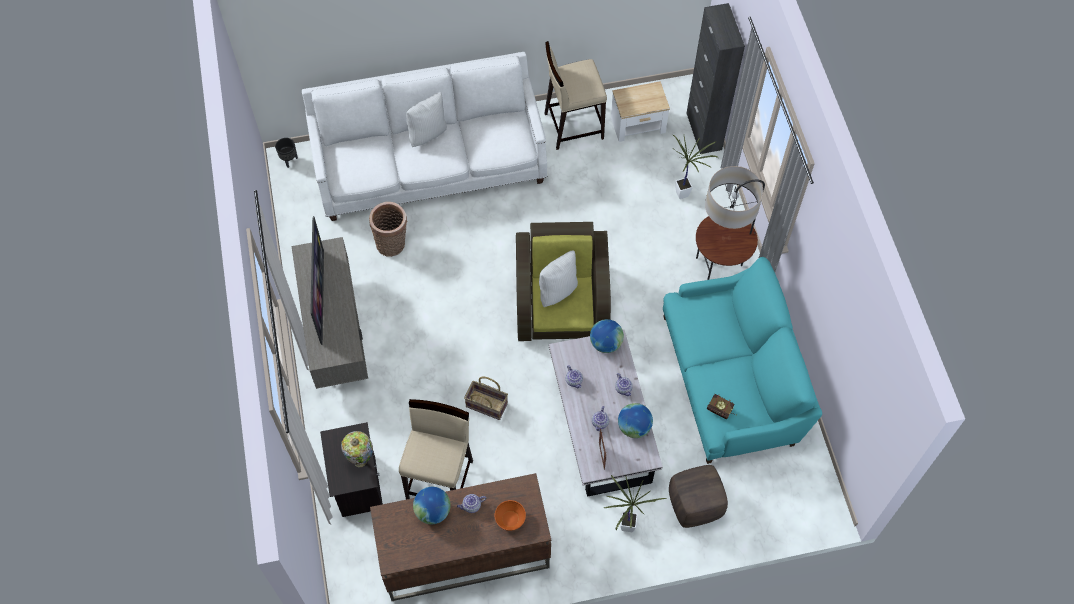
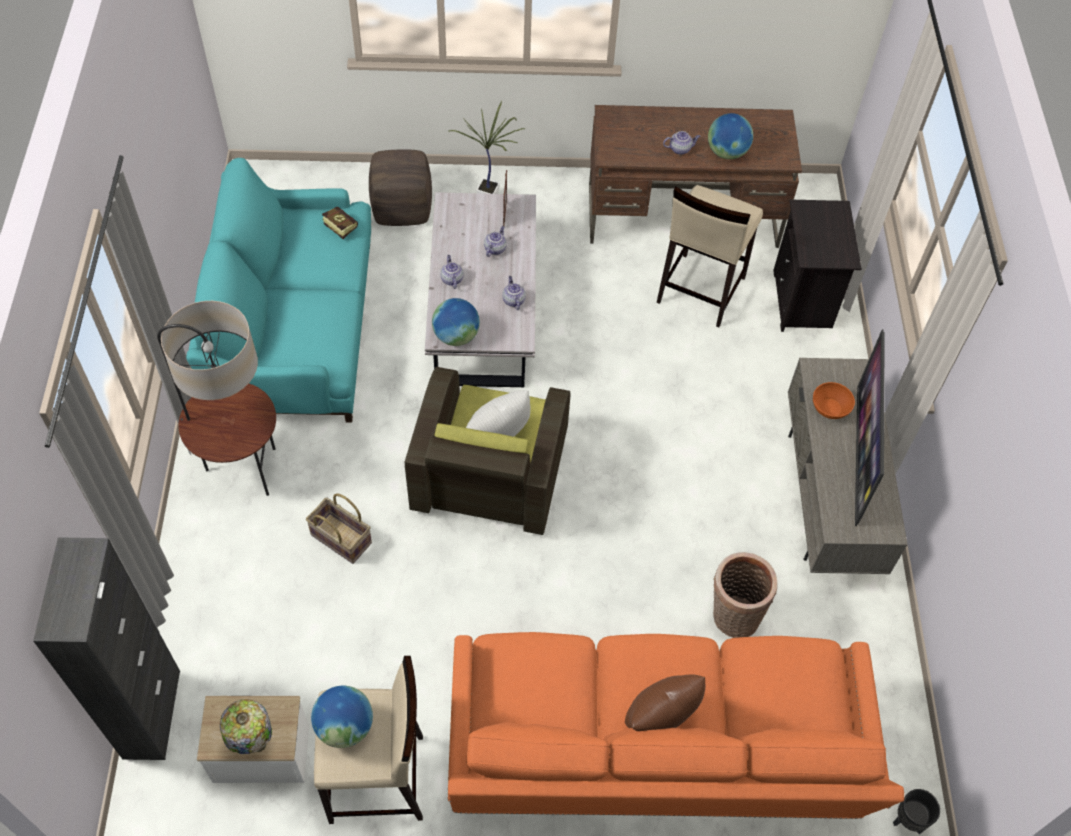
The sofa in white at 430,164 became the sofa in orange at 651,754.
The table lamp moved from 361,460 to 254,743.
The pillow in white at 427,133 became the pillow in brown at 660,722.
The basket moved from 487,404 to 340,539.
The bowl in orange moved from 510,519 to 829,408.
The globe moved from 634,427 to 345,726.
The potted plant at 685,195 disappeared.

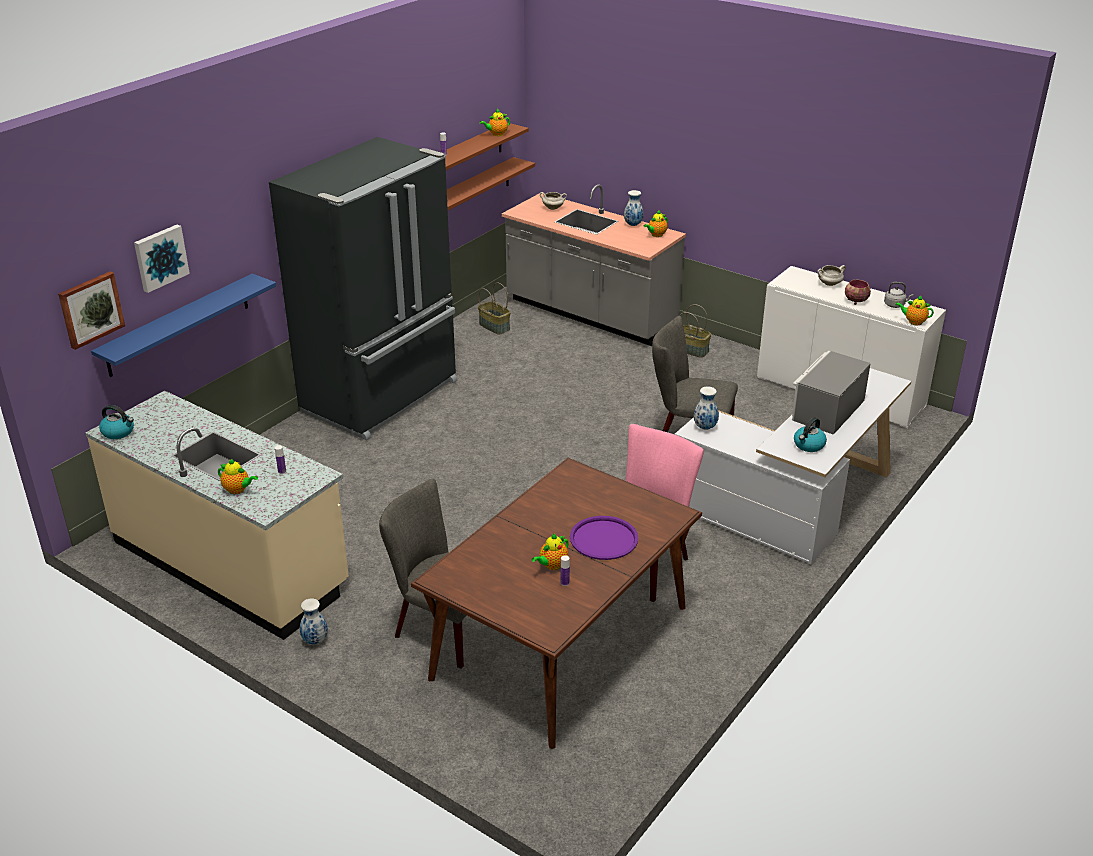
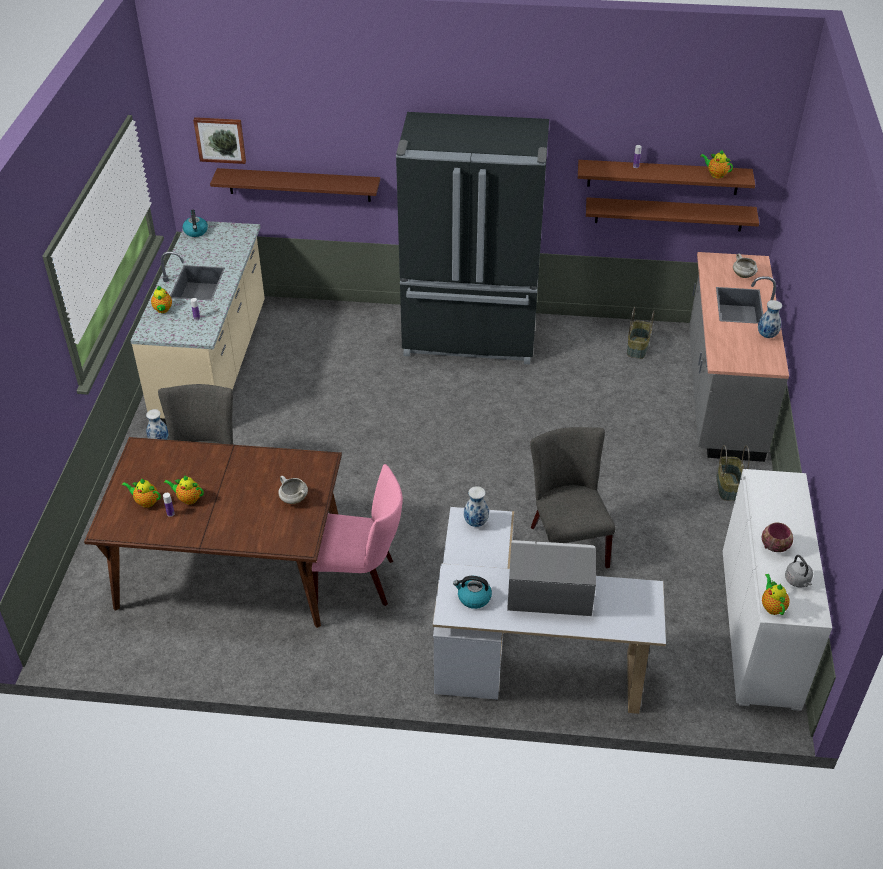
The shelf in blue at 178,325 became the shelf in brown at 299,185.
The picture at 160,257 disappeared.
The tray in purple at 604,539 disappeared.
The teapot moved from 656,235 to 145,502.
The cooking pot in white moved from 829,284 to 293,499.

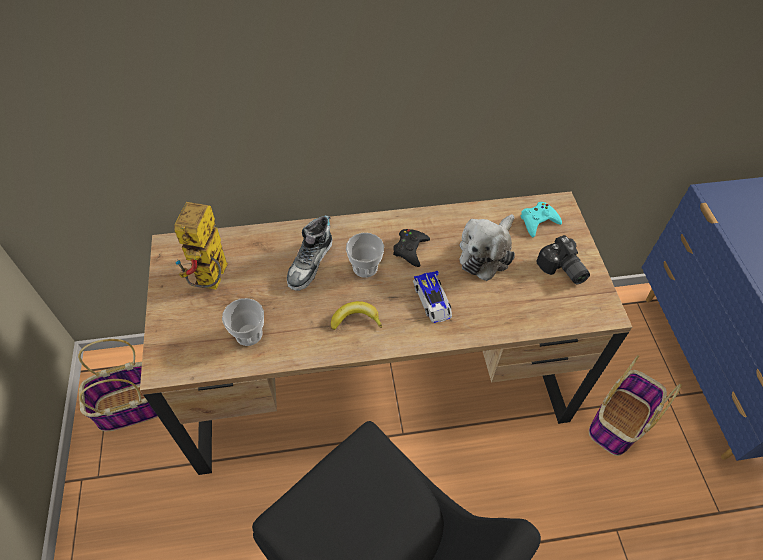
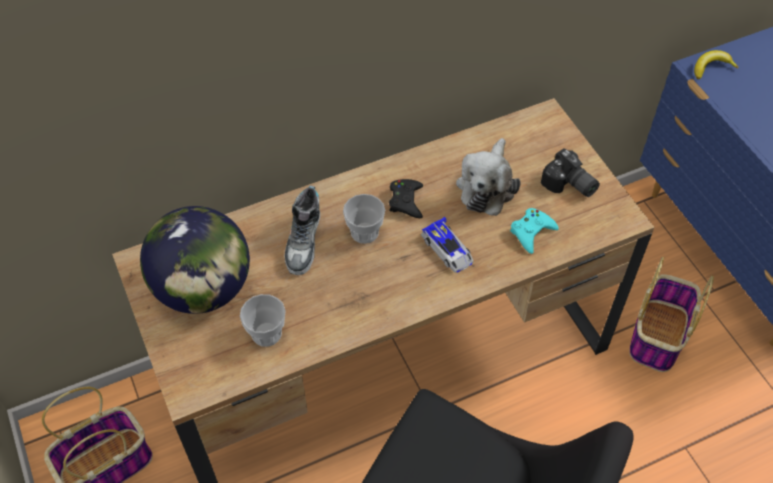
The toy robot at 212,282 was replaced by the globe at 204,289.
The banana moved from 355,319 to 711,67.
The game controller in turquoise moved from 538,221 to 531,232.

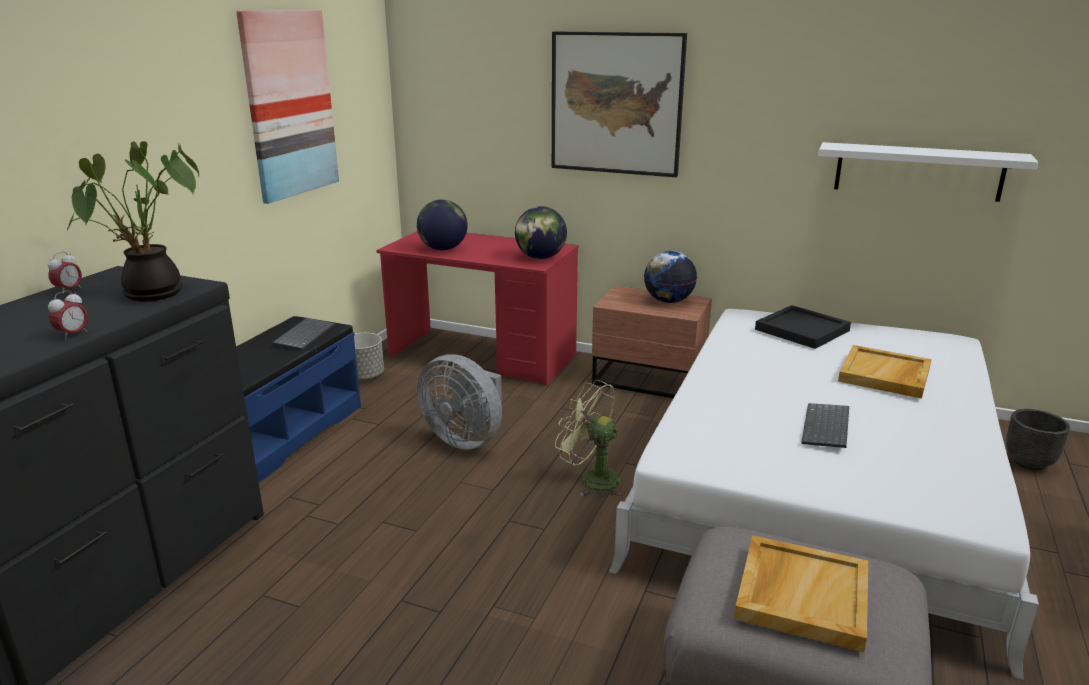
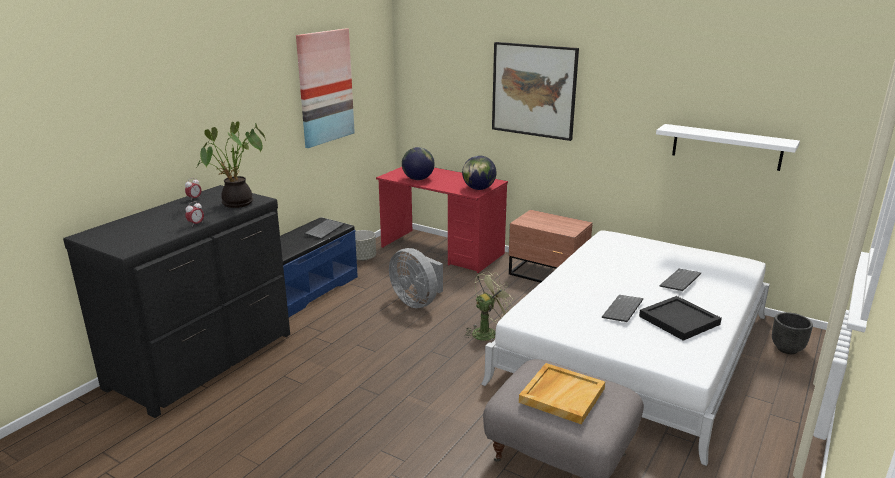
The fan in green at 591,479 turned 105 degrees clockwise.
The globe at 668,301 disappeared.
The tray in black moved from 802,329 to 679,320.
The tray in beige at 885,375 was replaced by the keyboard at 681,281.

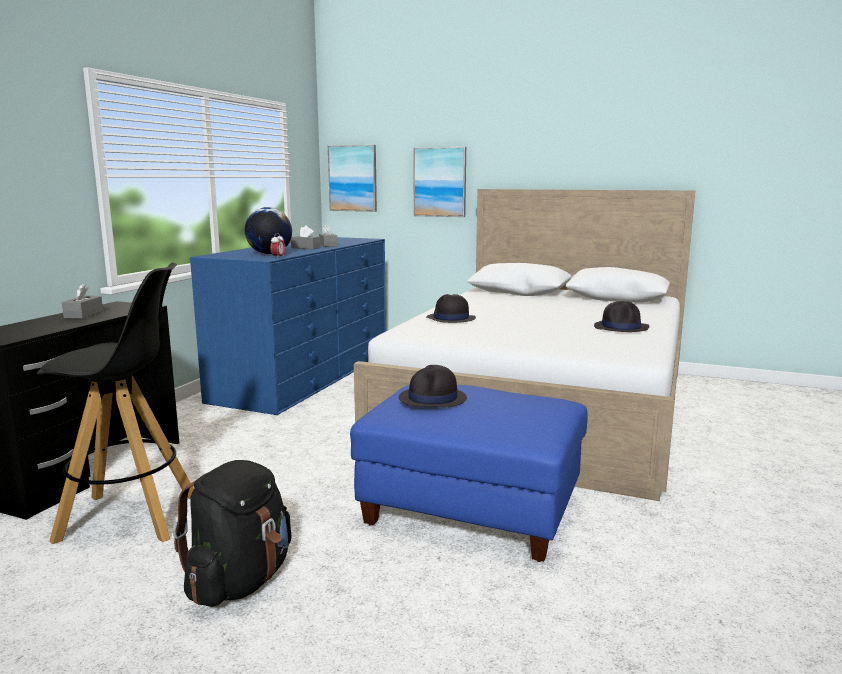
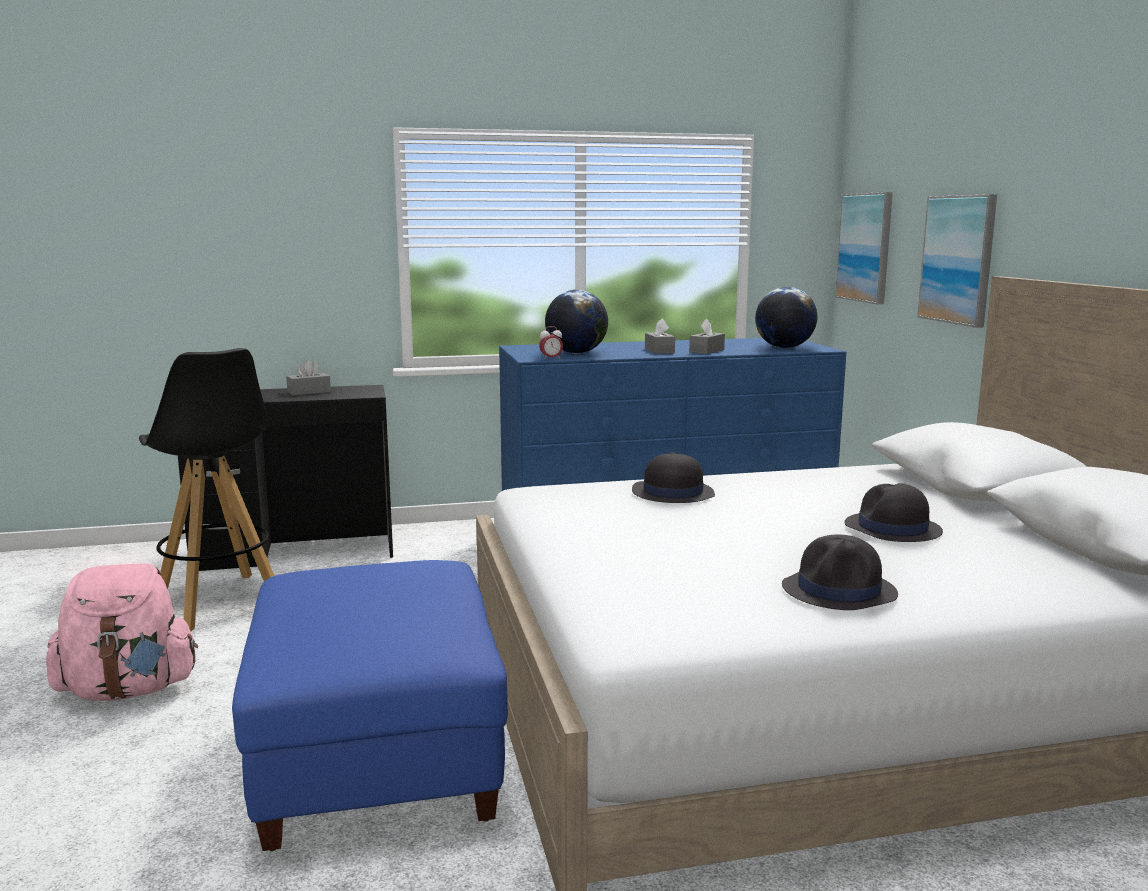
The backpack in black at 240,581 became the backpack in pink at 128,690.
The hat in black moved from 433,399 to 892,529.
The globe at 784,347 appeared.

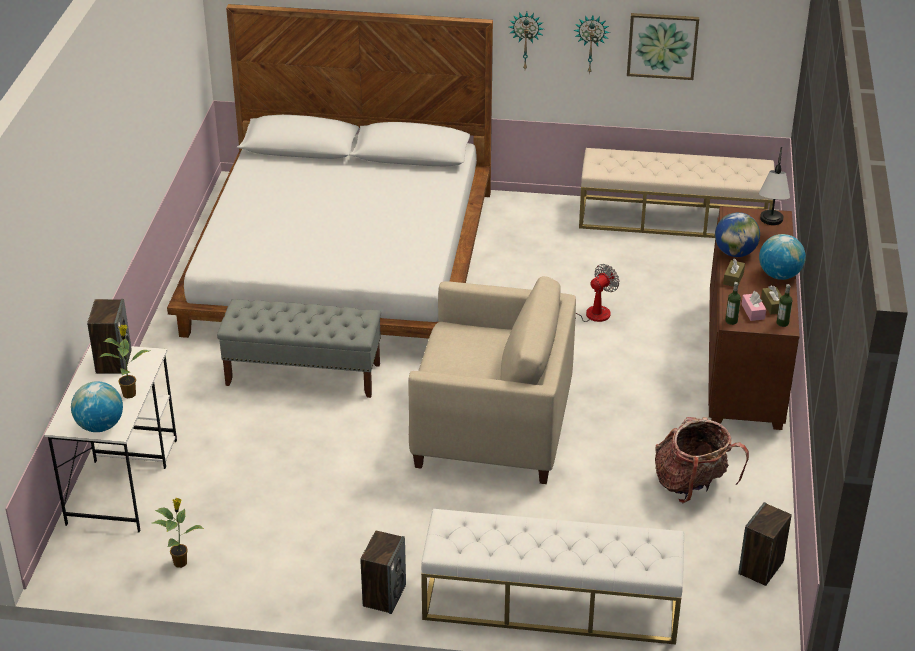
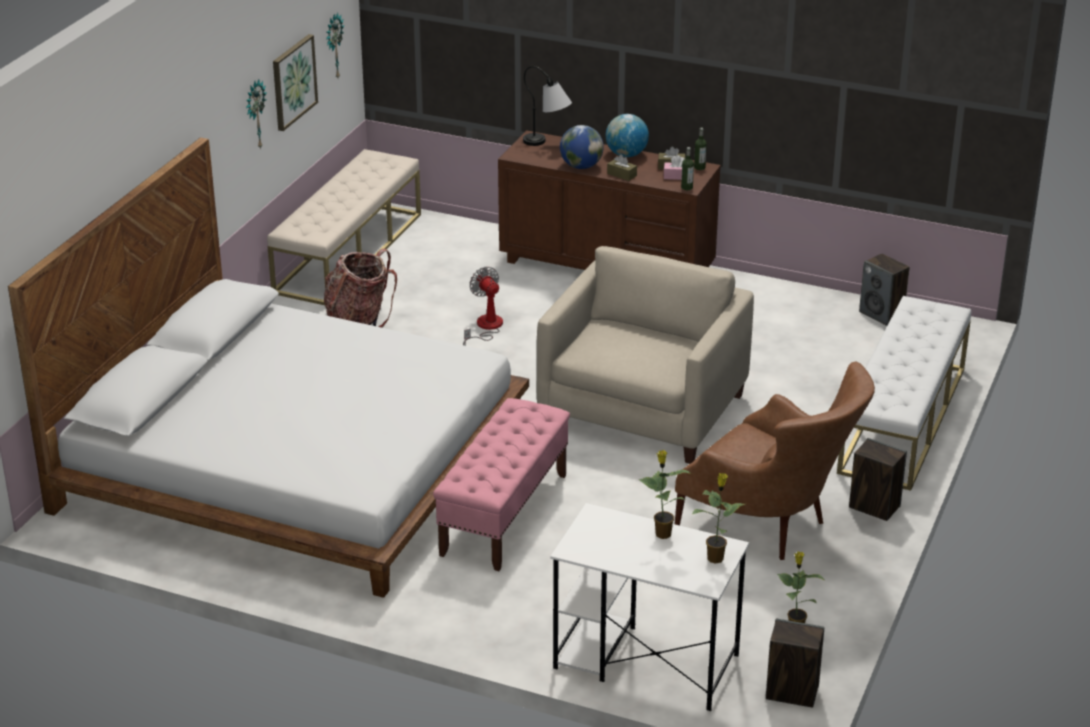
The globe at 100,426 was replaced by the potted plant at 715,557.
The speaker moved from 113,361 to 791,693.
The bench in grey at 304,374 became the bench in pink at 504,514.
The wall clock moved from 526,39 to 333,46.
The backpack moved from 692,485 to 358,321.
The armchair in brown at 772,528 appeared.

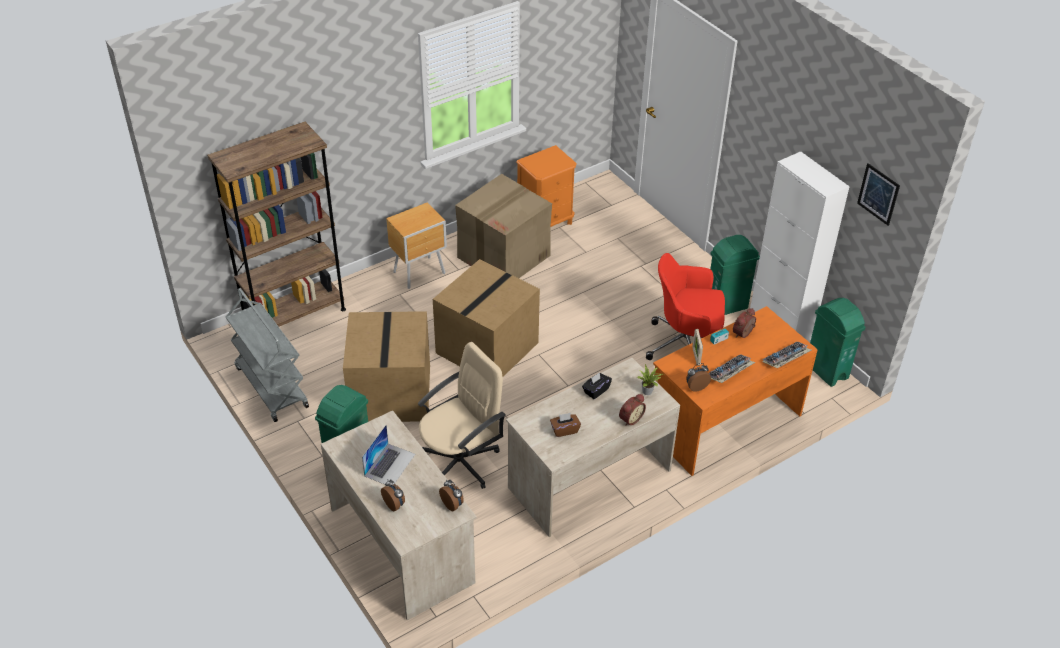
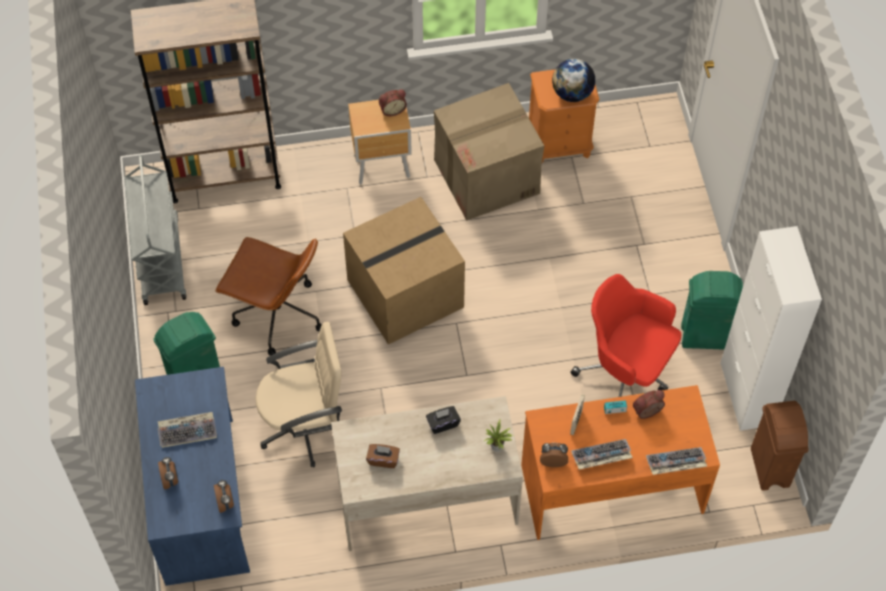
The desk in beige at 403,545 became the desk in blue at 201,500.
The cardboard box at 392,394 was replaced by the office chair in brown at 277,315.
The laptop at 389,465 was replaced by the keyboard at 188,431.
The alarm clock moved from 630,418 to 392,109.
The trash can in green at 826,370 became the trash can in brown at 770,467.
The picture at 878,194 disappeared.
The globe at 572,93 appeared.

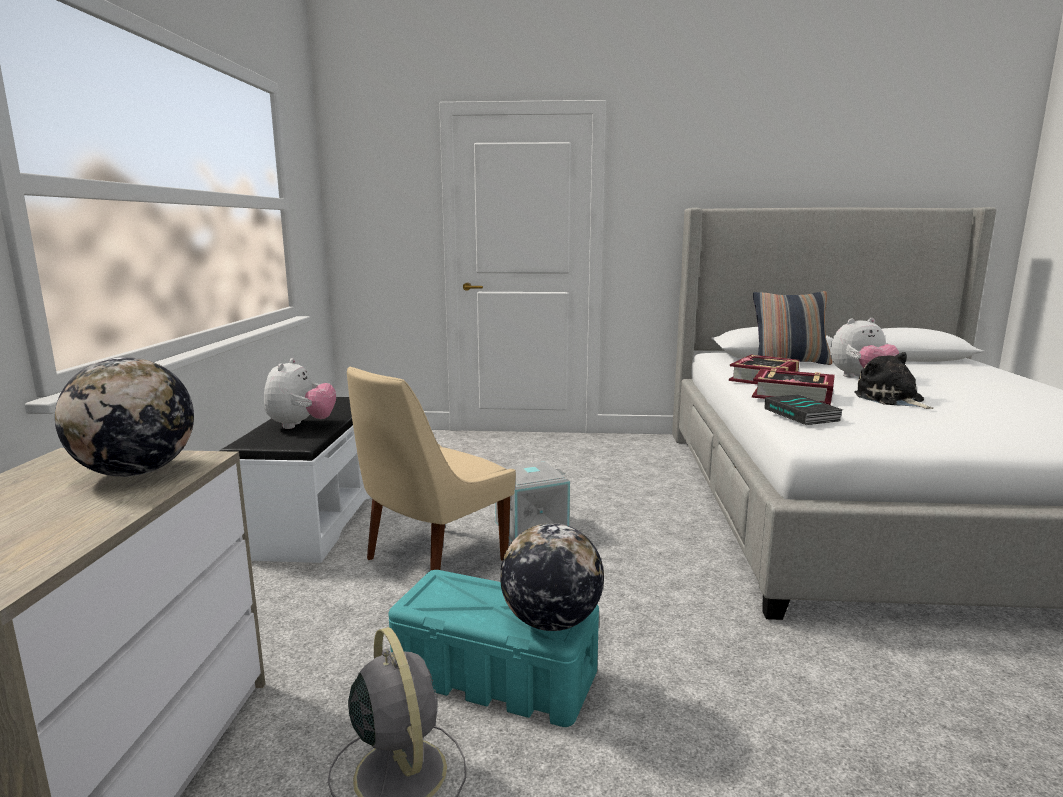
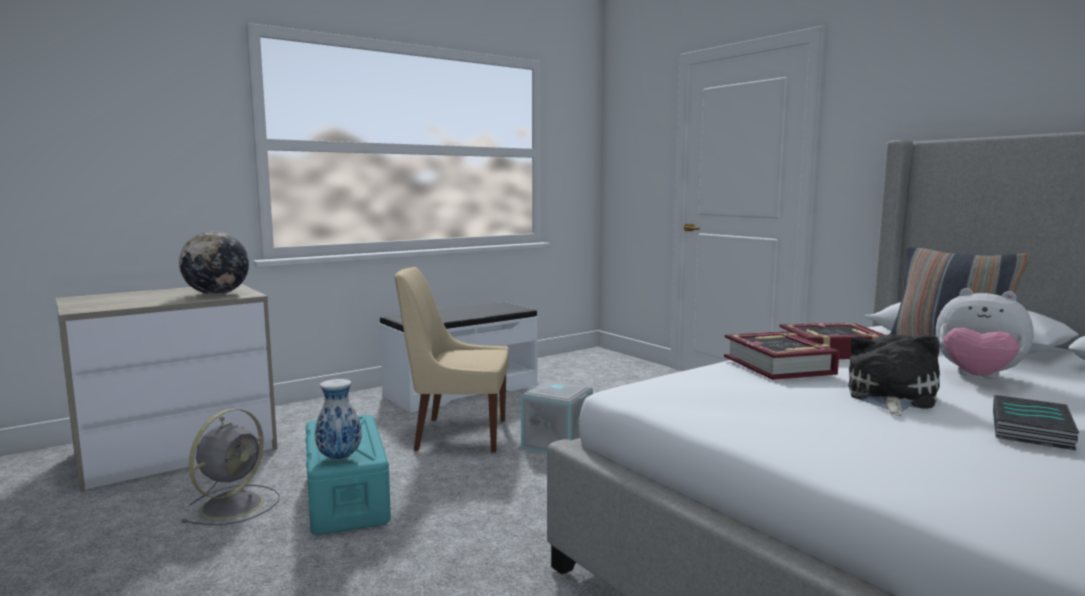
The plush toy at 301,425 disappeared.
The globe at 551,622 was replaced by the vase at 339,457.
The book moved from 802,415 to 1033,430.

